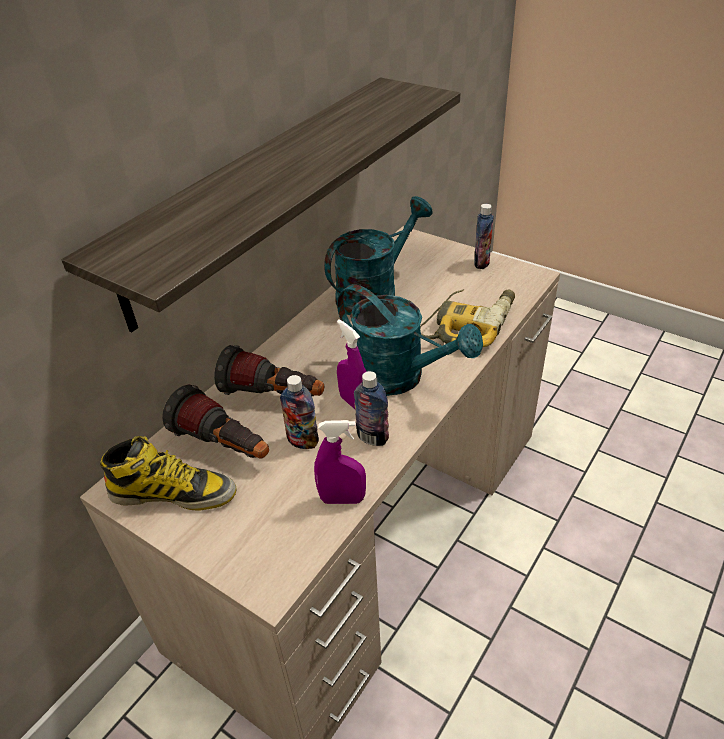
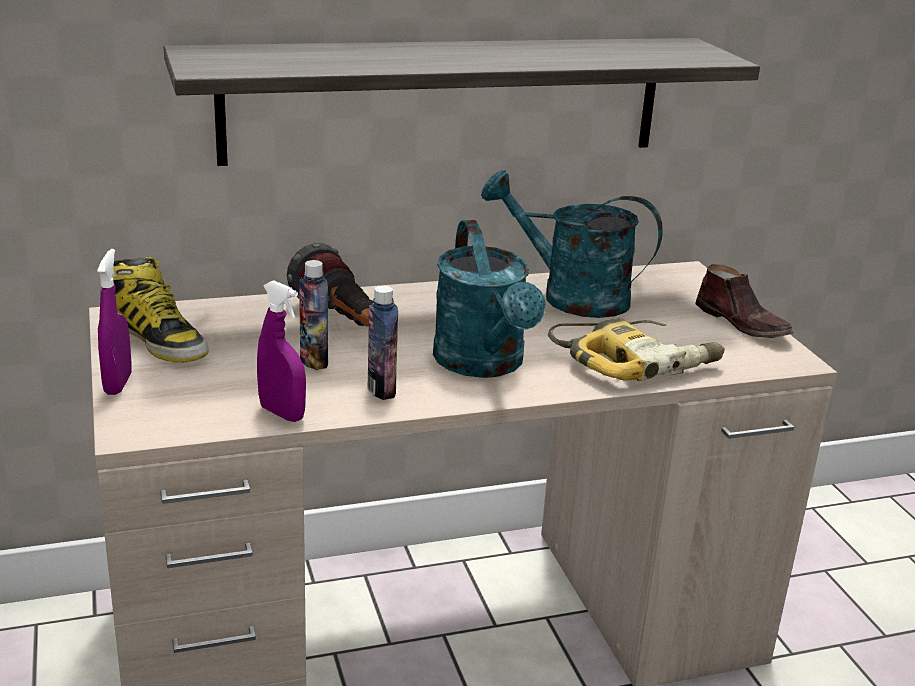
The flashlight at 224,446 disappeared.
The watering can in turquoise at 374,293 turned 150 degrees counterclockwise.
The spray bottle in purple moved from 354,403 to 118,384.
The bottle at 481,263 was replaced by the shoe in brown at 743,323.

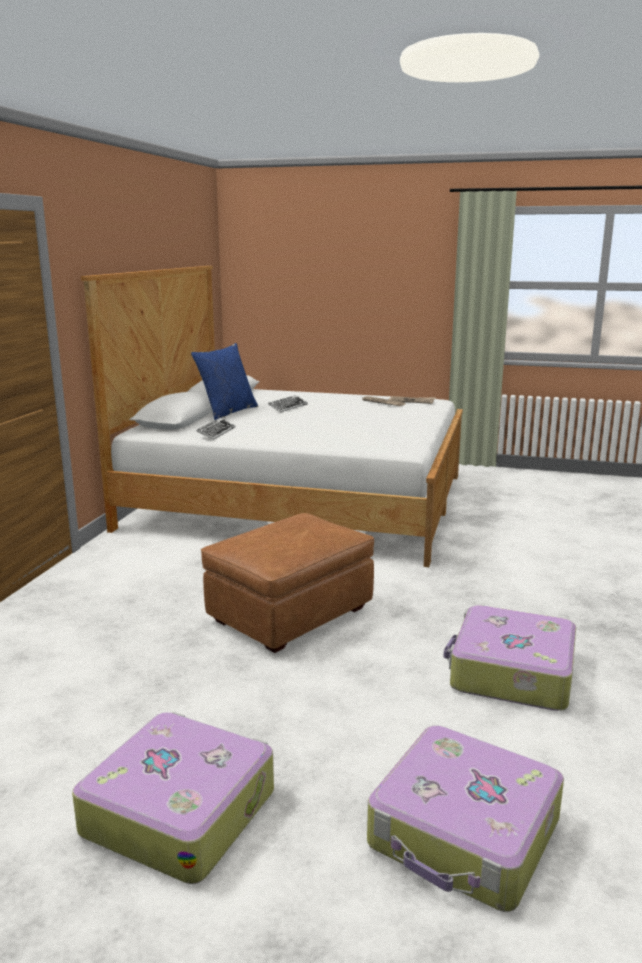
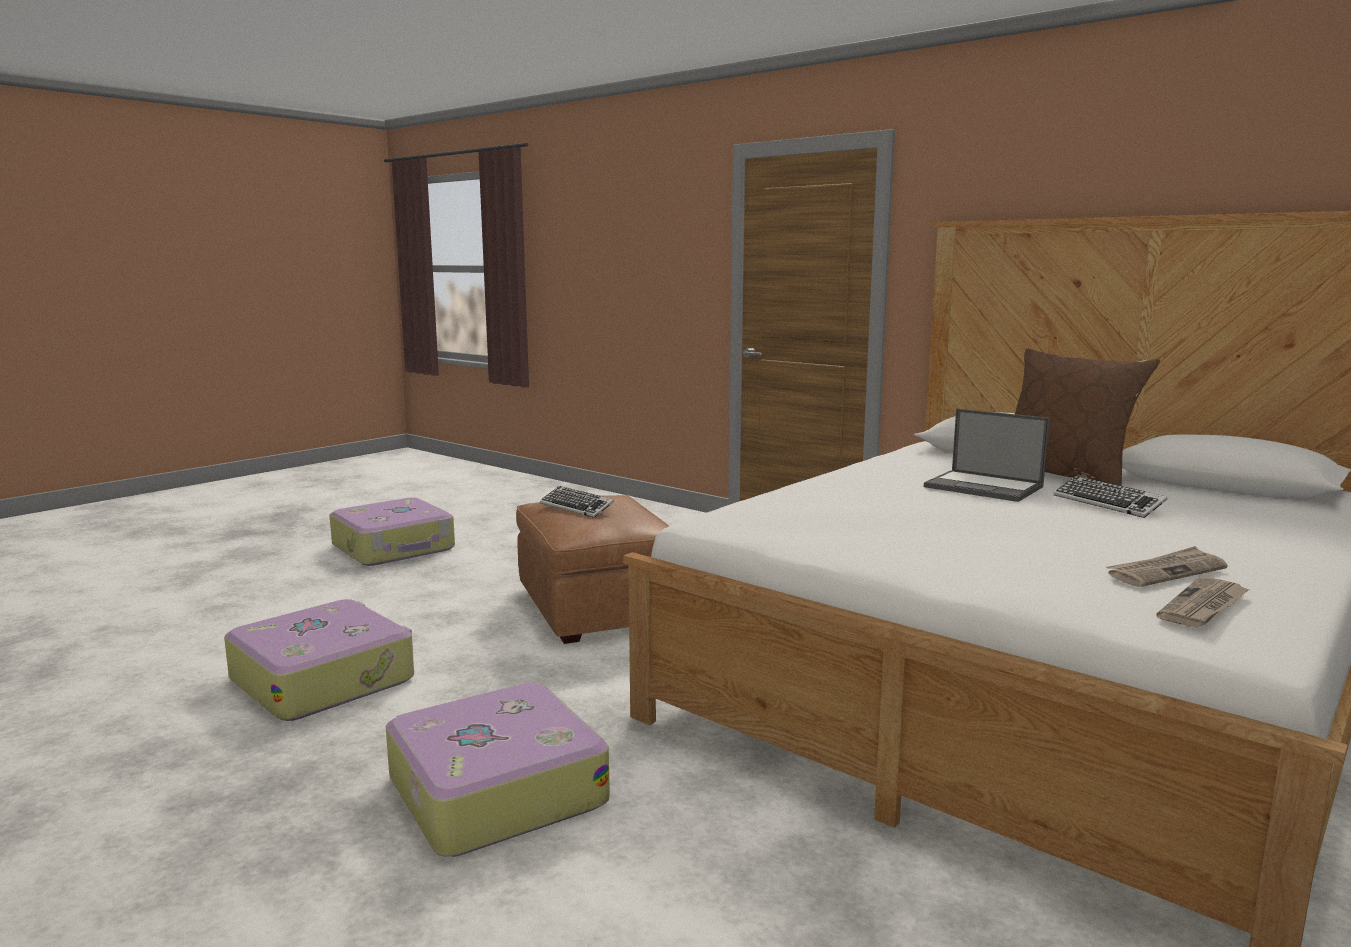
The pillow in blue at 227,412 became the pillow in brown at 1064,475.
The keyboard moved from 216,432 to 577,507.
The suitcase moved from 465,834 to 494,790.
The laptop at 985,487 appeared.

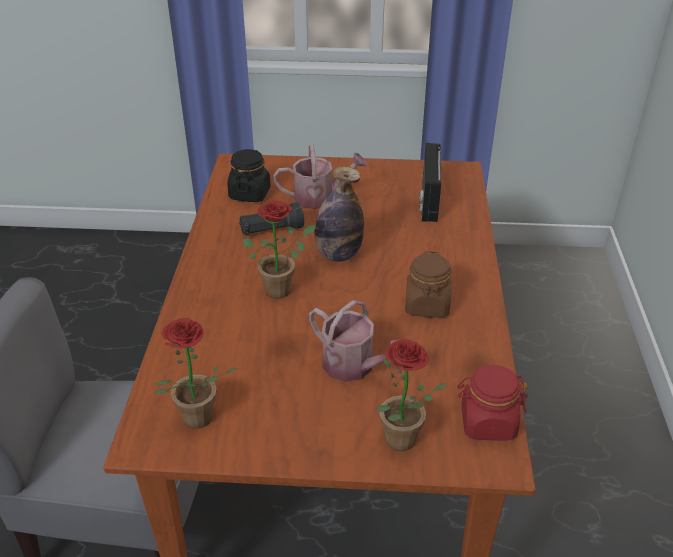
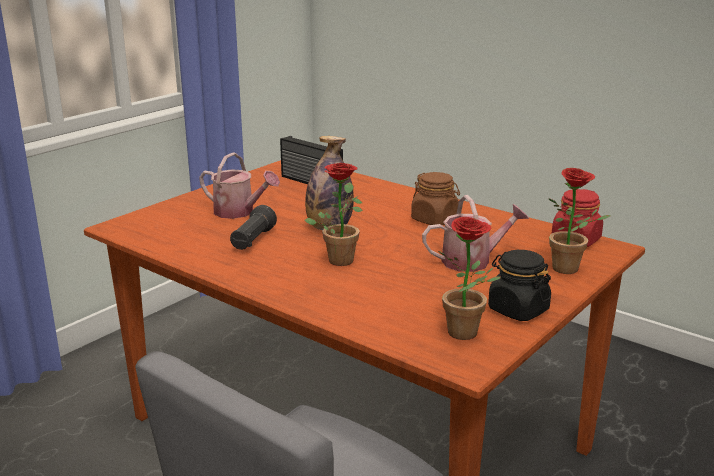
The jar in black moved from 250,194 to 517,310.
The watering can at 320,198 turned 90 degrees clockwise.

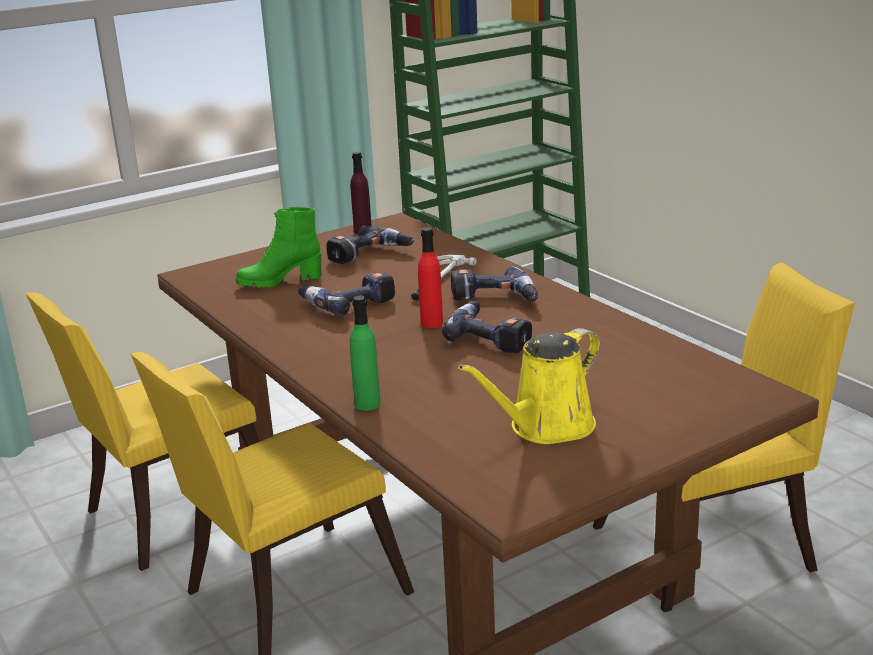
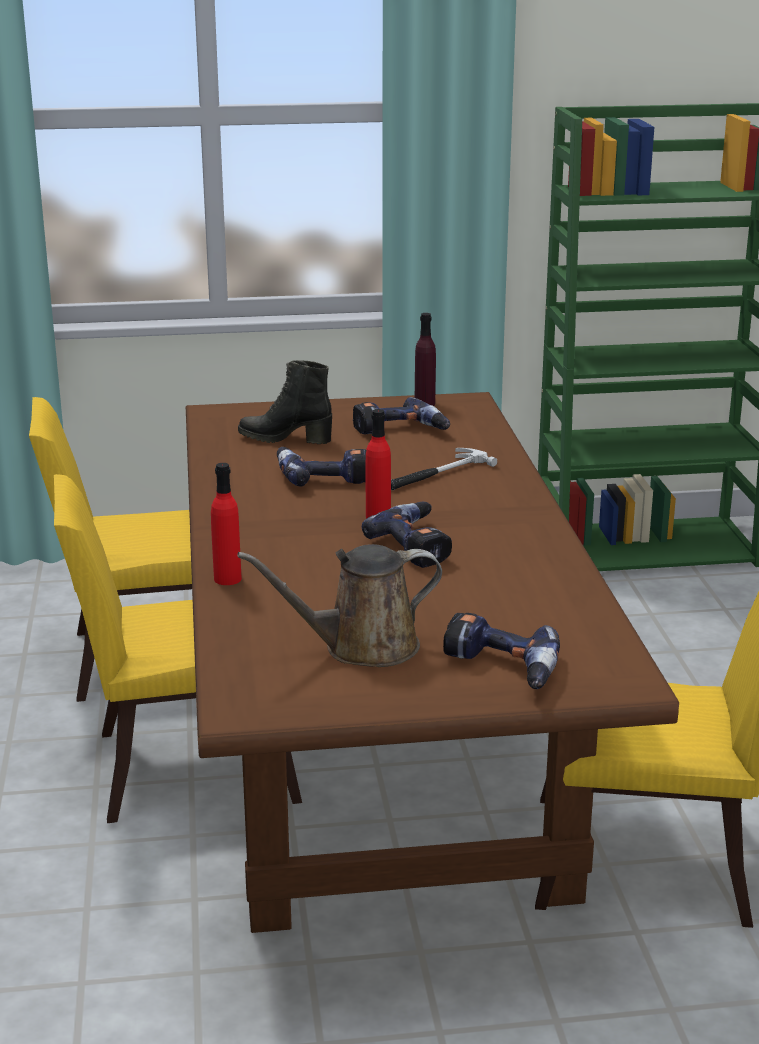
The boot in green at 280,281 became the boot in black at 285,439.
The bottle in green at 367,404 became the bottle in red at 227,579.
The power drill moved from 493,300 to 499,669.
The watering can in yellow at 546,428 became the watering can in brown at 362,647.

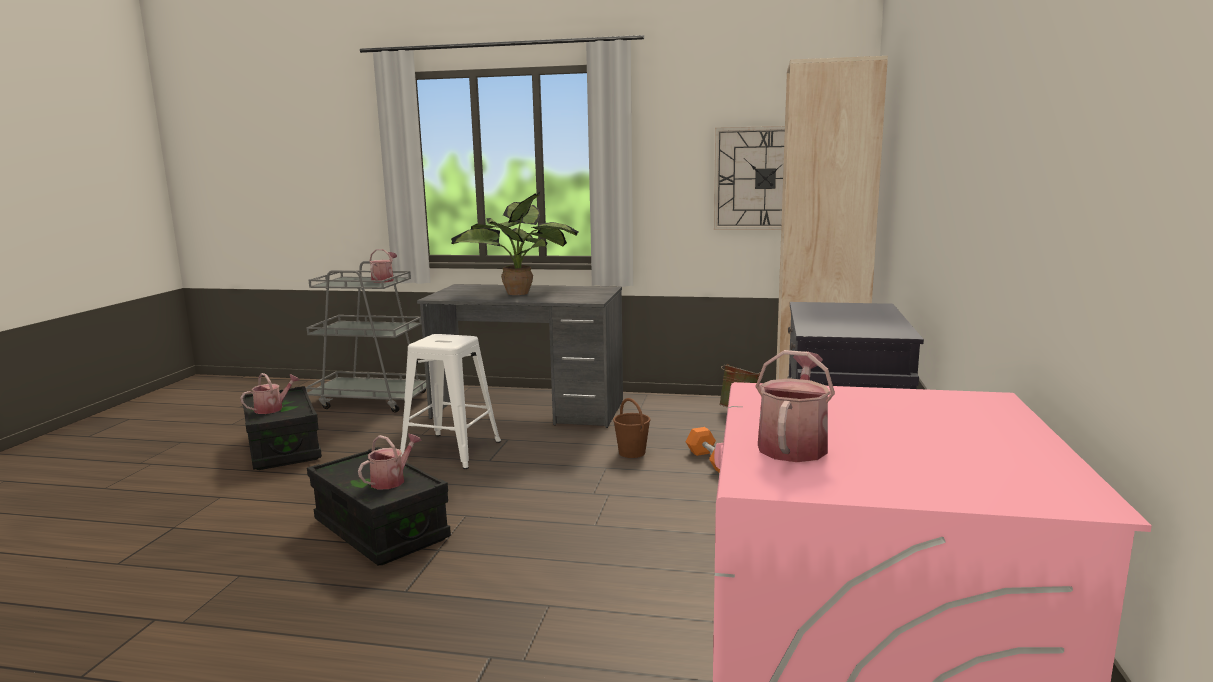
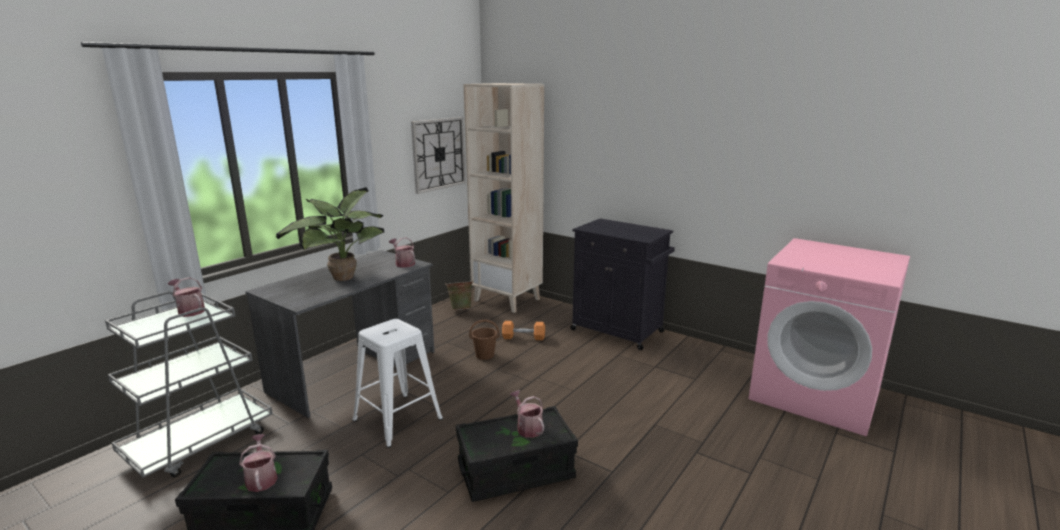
The watering can moved from 793,444 to 403,263.

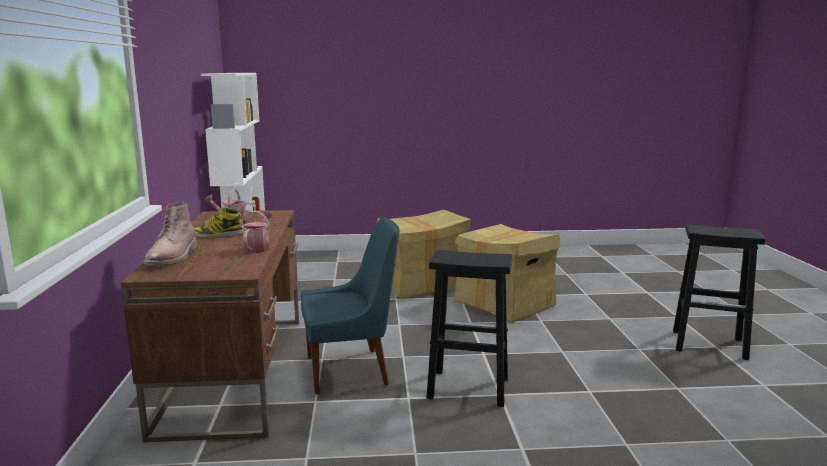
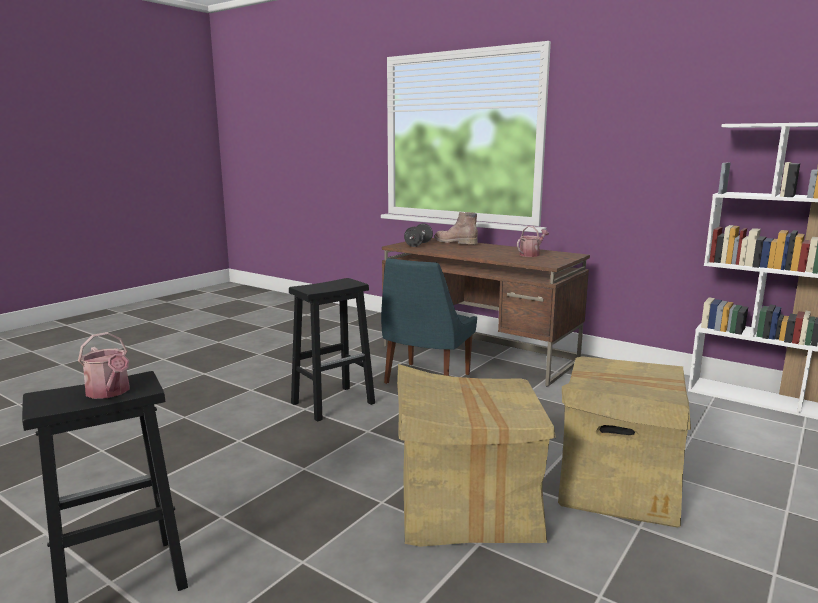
The boot at 217,235 disappeared.
The watering can moved from 258,248 to 110,392.
The dumbbell in black at 418,244 appeared.

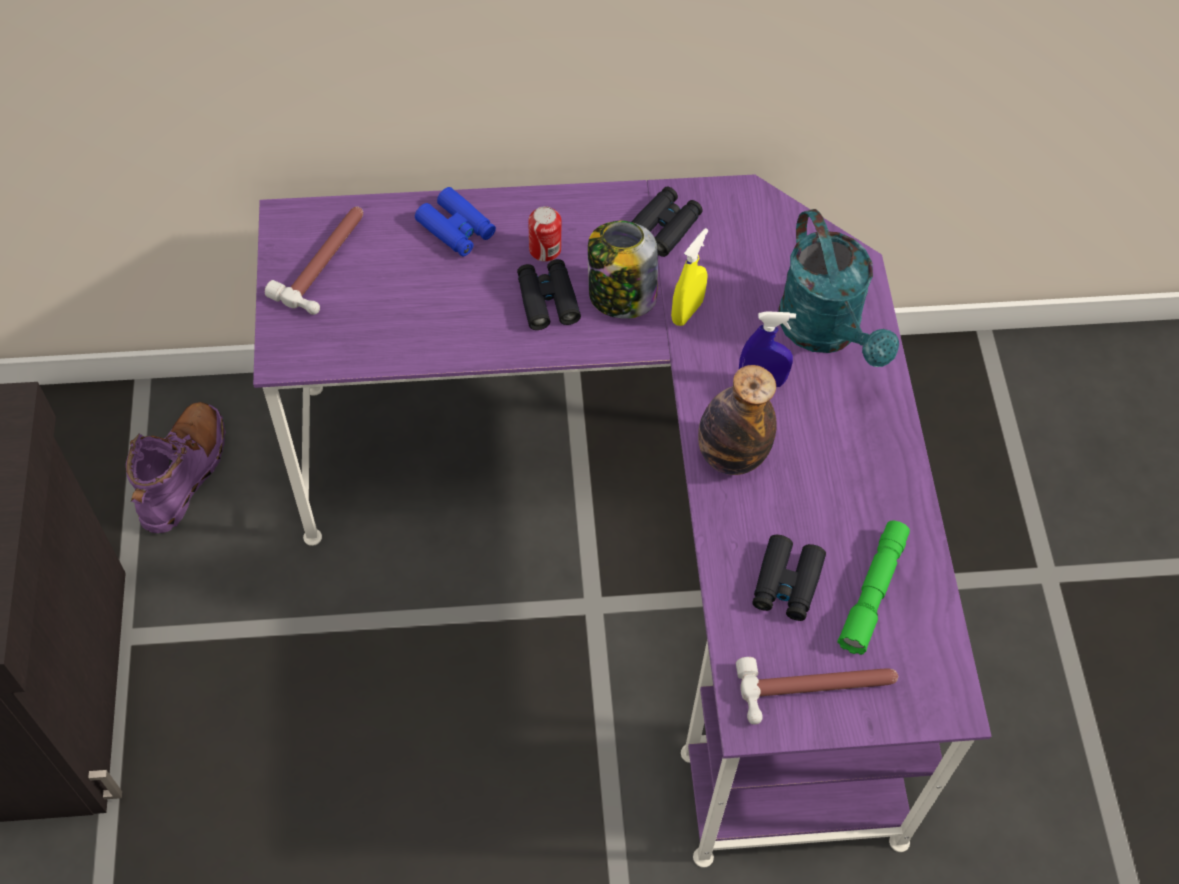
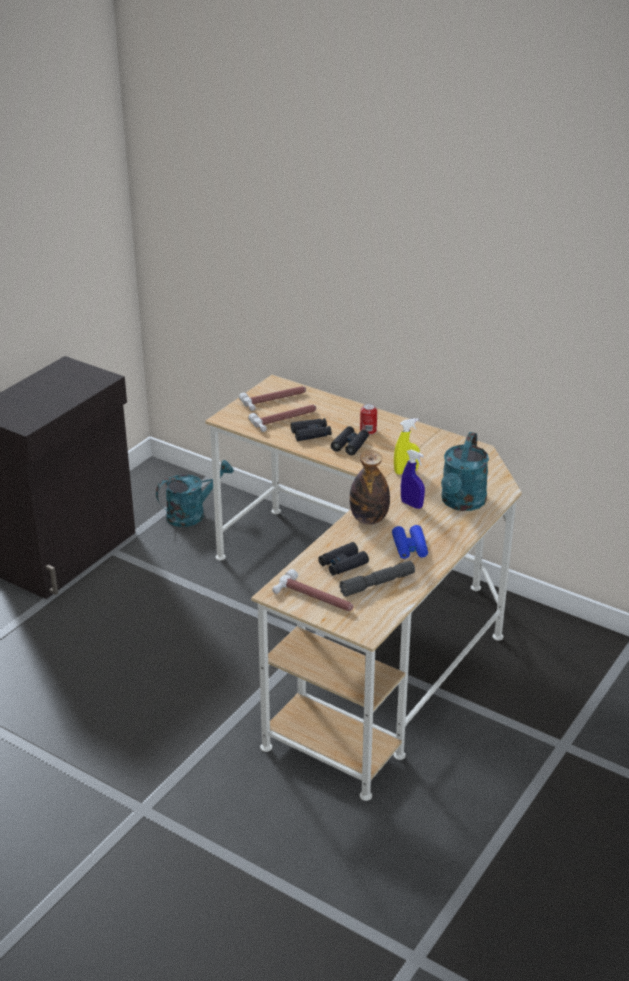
The boot in purple at 184,473 was replaced by the watering can in turquoise at 192,513.
The desk in purple at 640,537 became the desk in beige at 364,627.
The binoculars in blue moved from 456,229 to 410,547.
The jar at 620,296 disappeared.
The binoculars in black moved from 664,227 to 311,434.
The flashlight in green at 873,592 became the flashlight in grey at 377,584.
The hammer at 286,419 appeared.

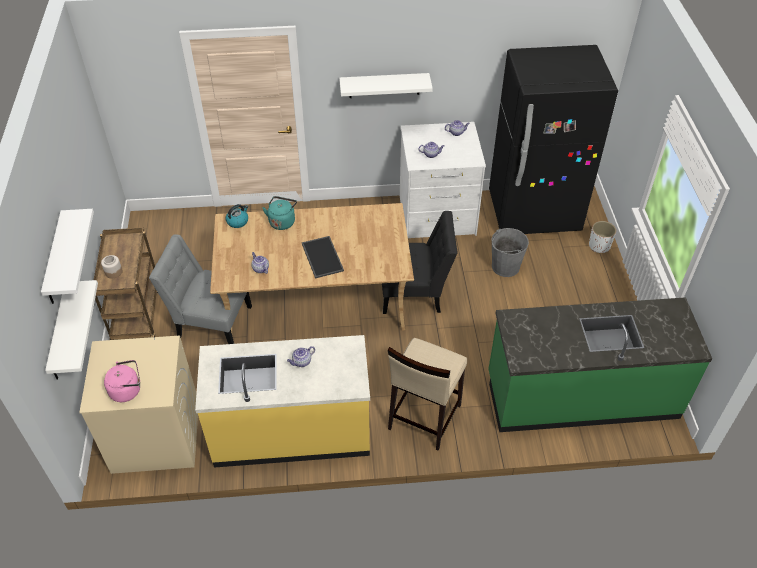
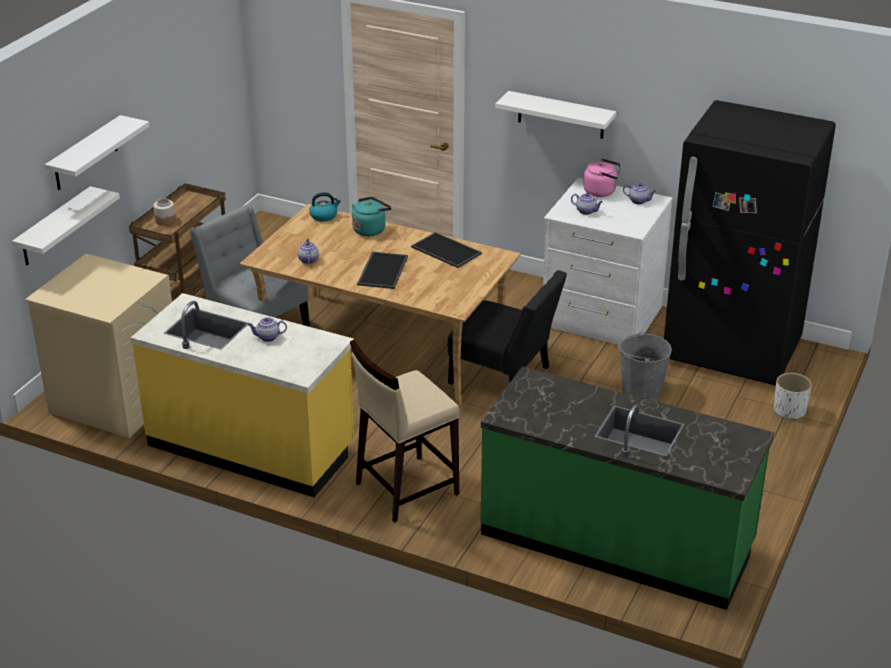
The kettle in pink moved from 127,390 to 602,191.
The tray at 445,250 appeared.

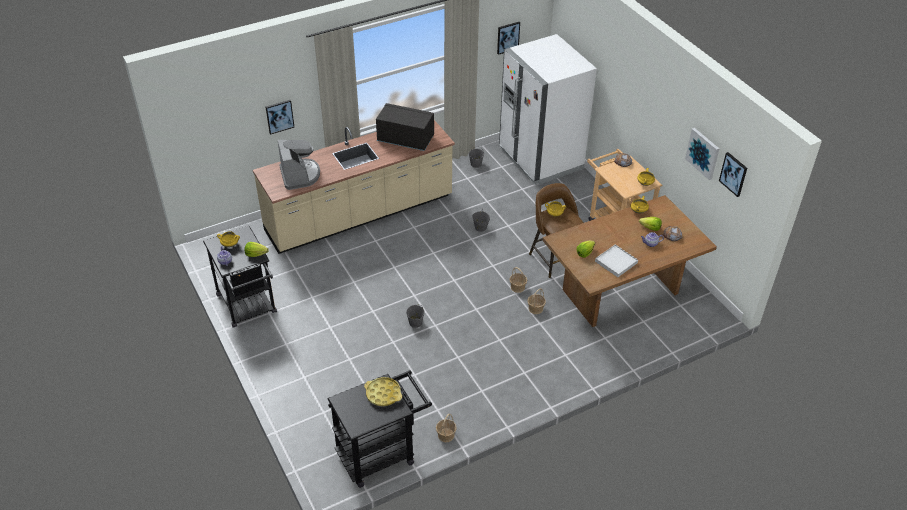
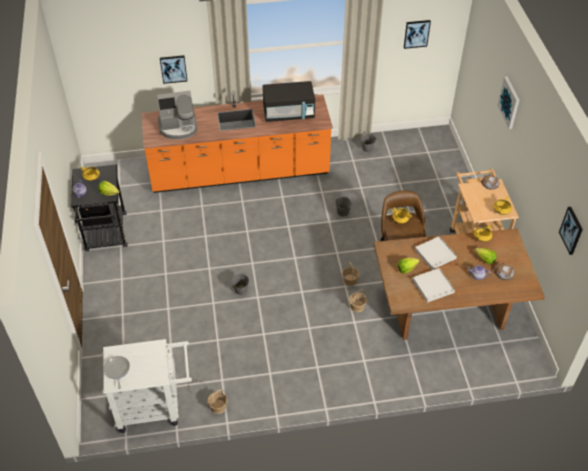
The counter in beige at 360,215 became the counter in orange at 239,173.
The coffee machine at 300,175 turned 75 degrees clockwise.
The cart in black at 381,453 became the cart in white at 154,406.
The tray in yellow at 383,394 disappeared.
The microwave in black at 405,139 turned 135 degrees clockwise.
The fridge in white at 540,159 disappeared.
The picture moved from 703,153 to 509,102.
The frying pan at 117,370 appeared.
The tray in white at 435,254 appeared.

